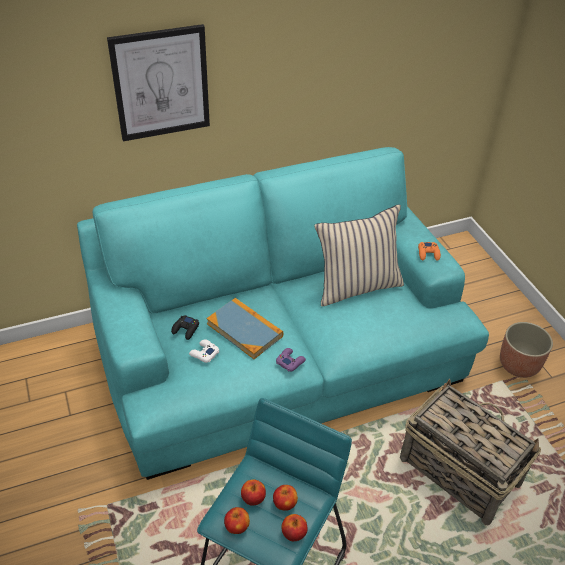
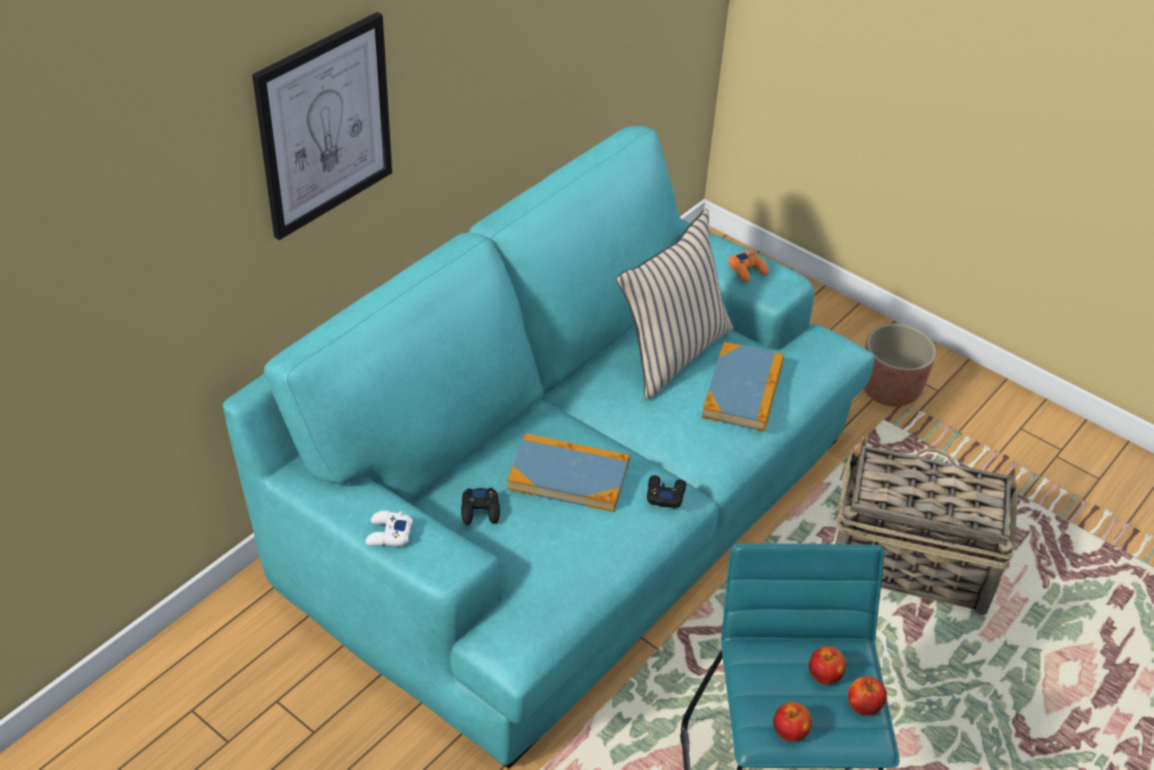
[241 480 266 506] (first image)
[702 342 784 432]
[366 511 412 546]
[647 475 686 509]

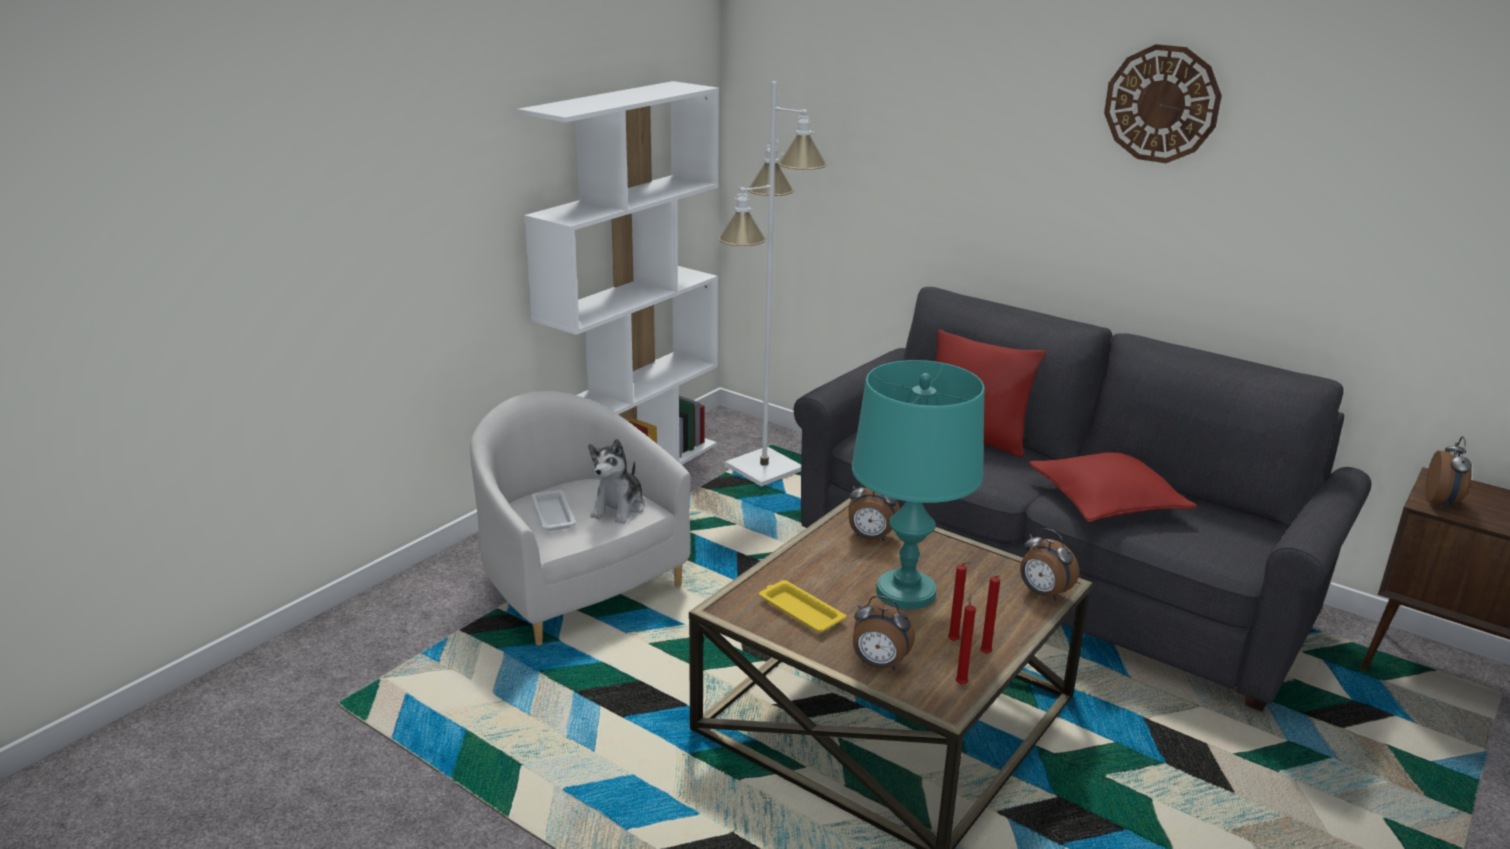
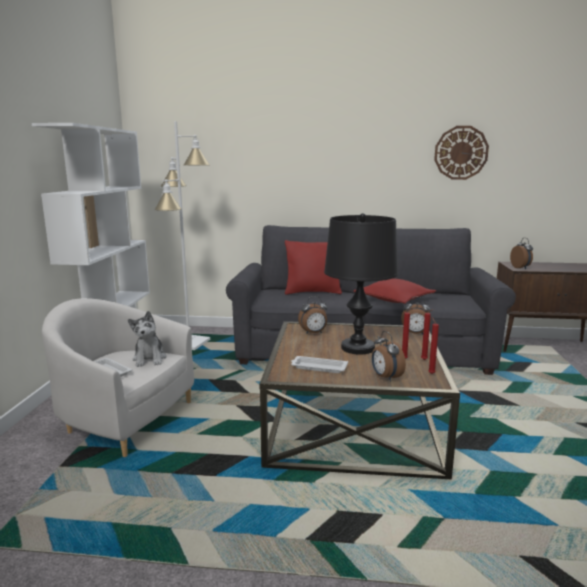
[434 126 489 180]
[291 356 348 373]
[324 213 398 355]
[372 331 406 382]

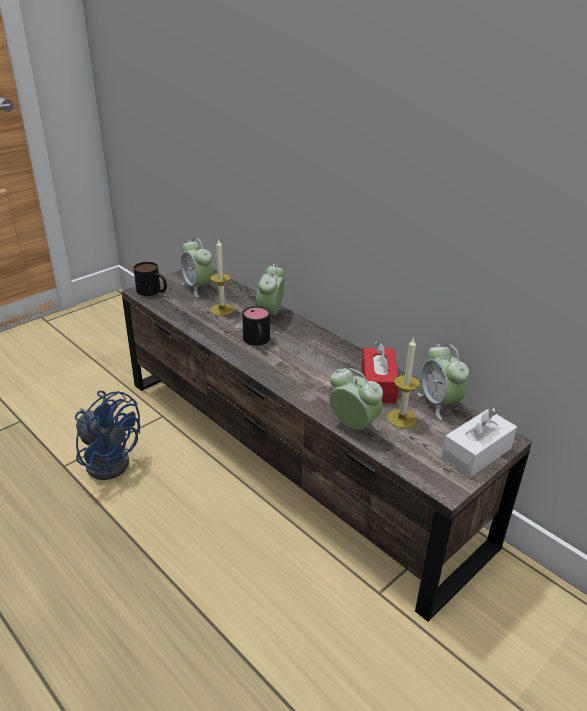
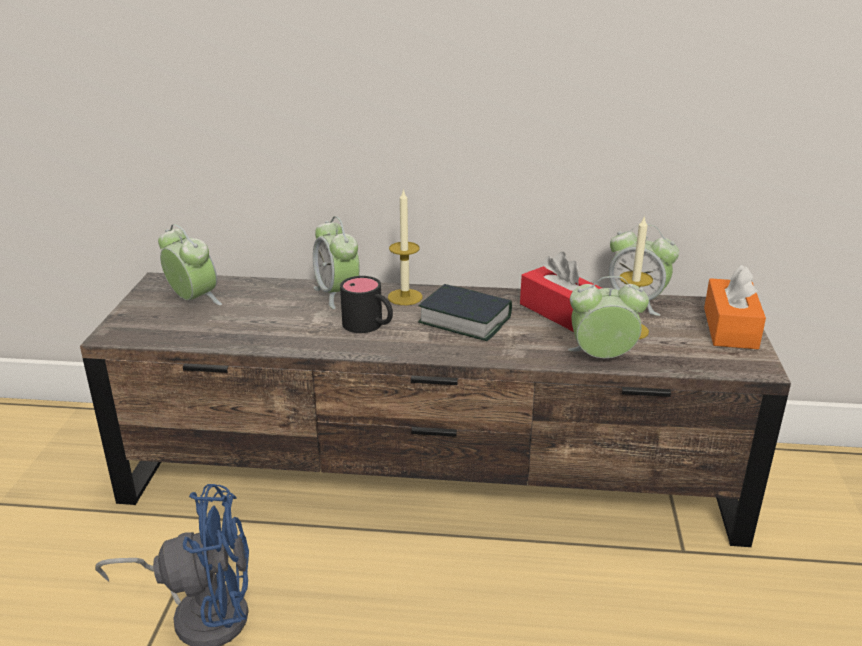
[134 262 167 296] (first image)
[418 284 512 341]
[388 188 423 305]
[704 265 766 349]
[158 224 222 305]

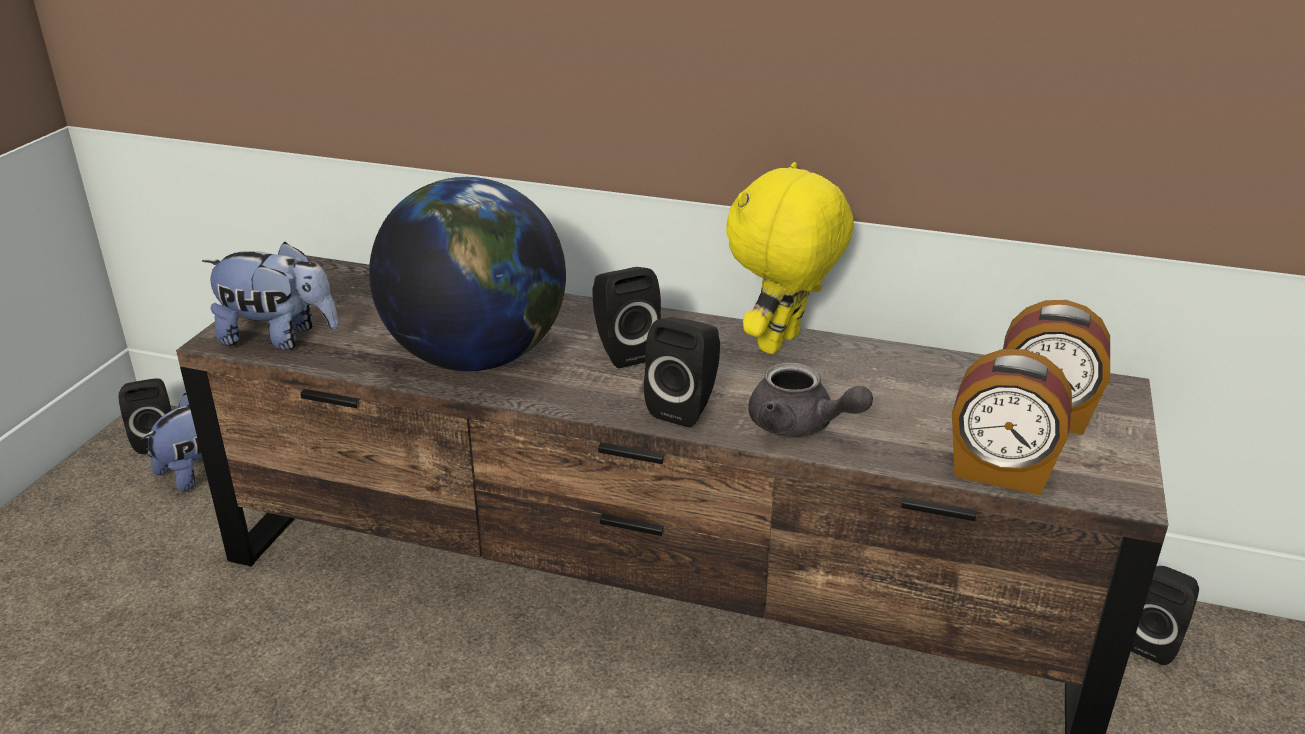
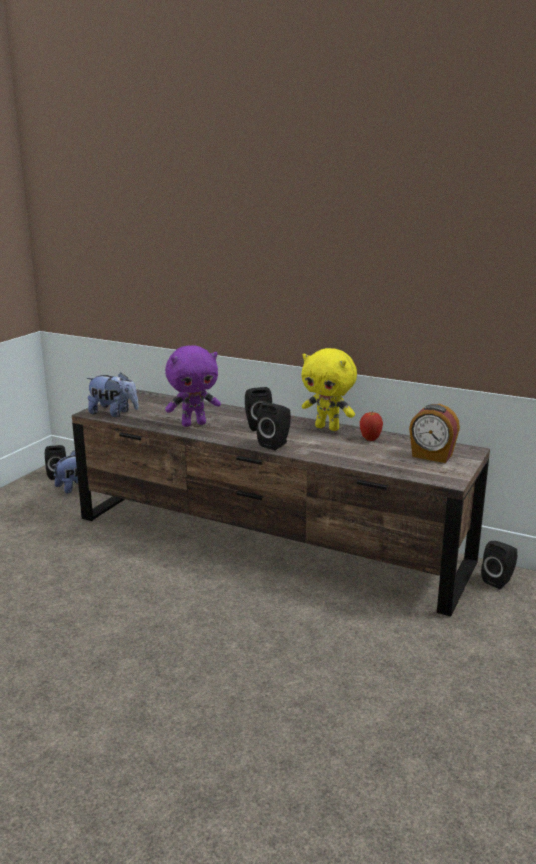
[748 362 873 437] (first image)
[952 349 1072 495] (first image)
[360 412 383 441]
[165 345 221 427]
[302 348 357 431]

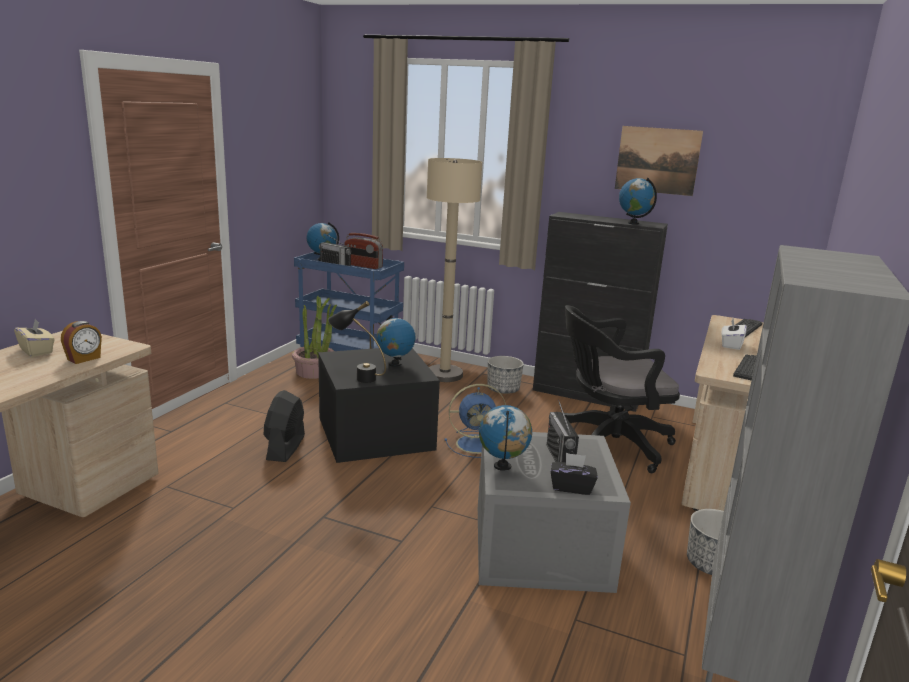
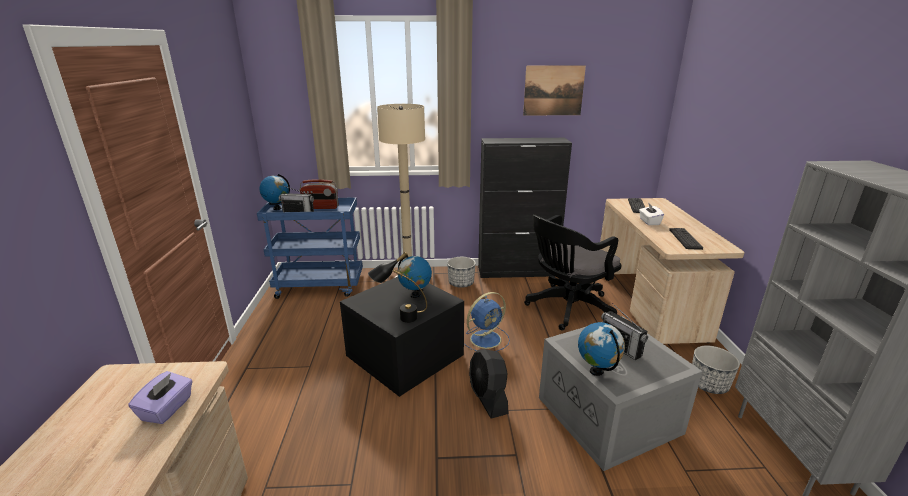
[14 319 55 357] (first image)
[292 296 337 379] (first image)
[551 453 598 495] (first image)
[619 178 657 225] (first image)
[469 349 508 419]
[128 371 193 424]

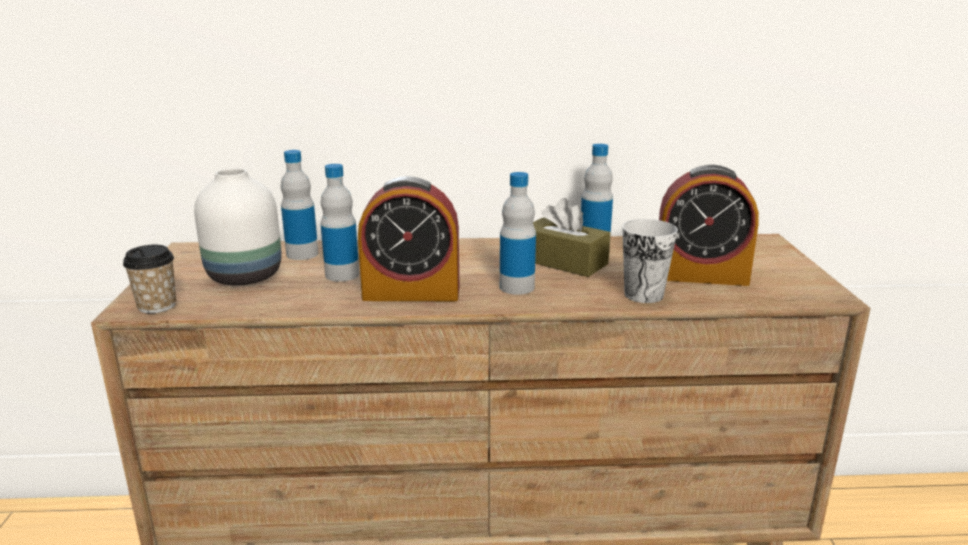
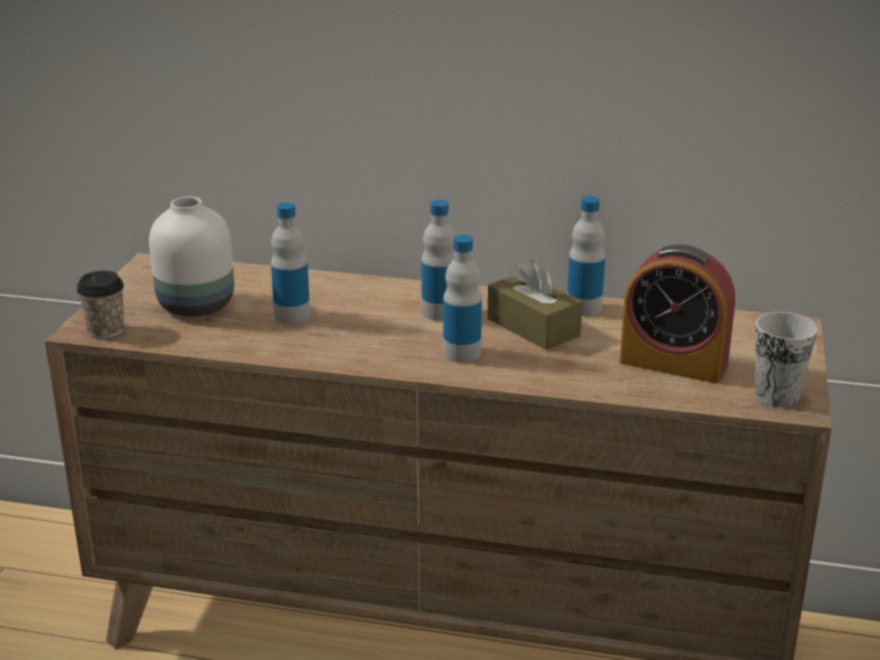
[358 176 459 301] (first image)
[421 200 455 321]
[755 312 818 407]

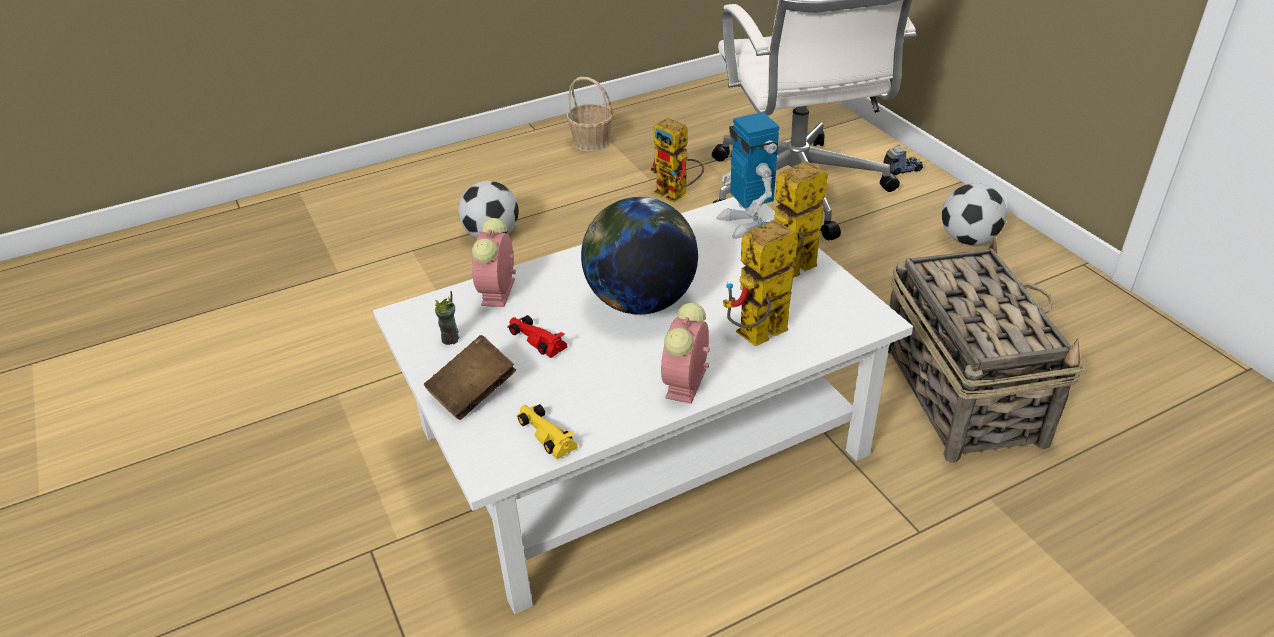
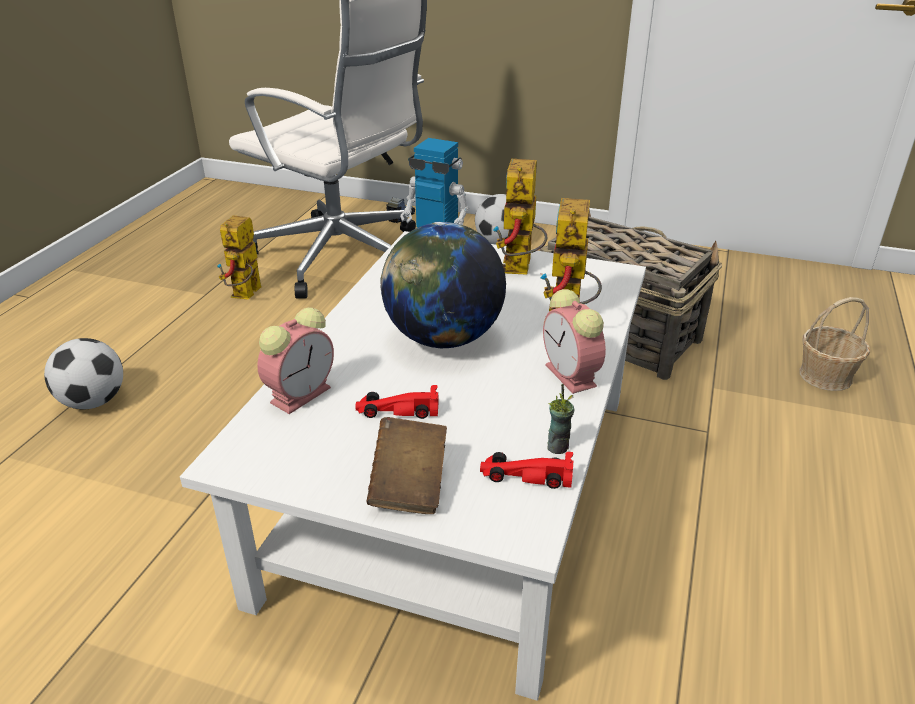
[547 384 574 454]
[799 297 870 391]
[480 452 573 489]
[257 307 334 414]
[217 215 262 300]

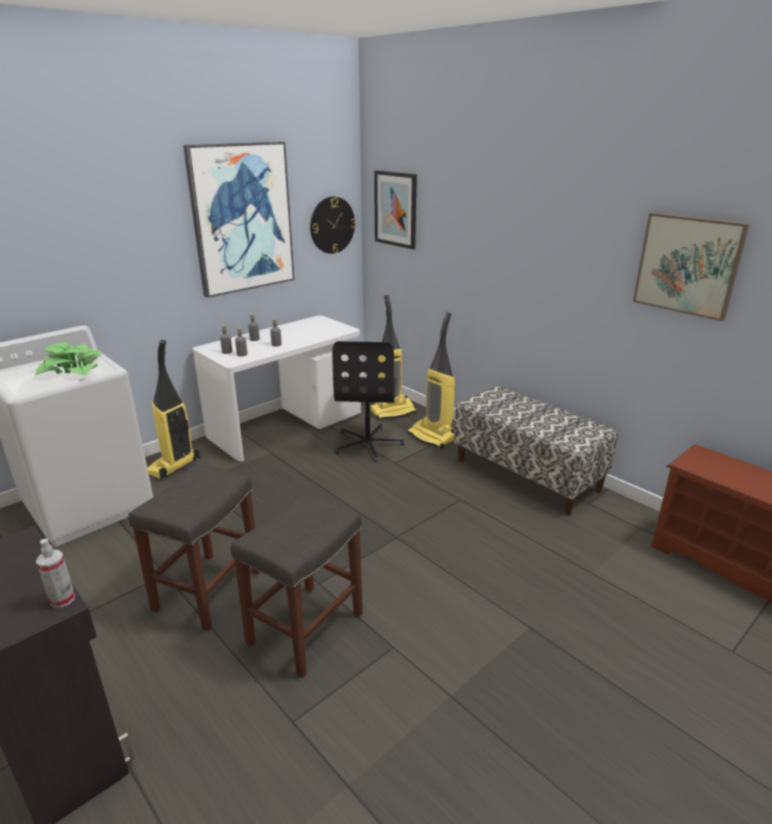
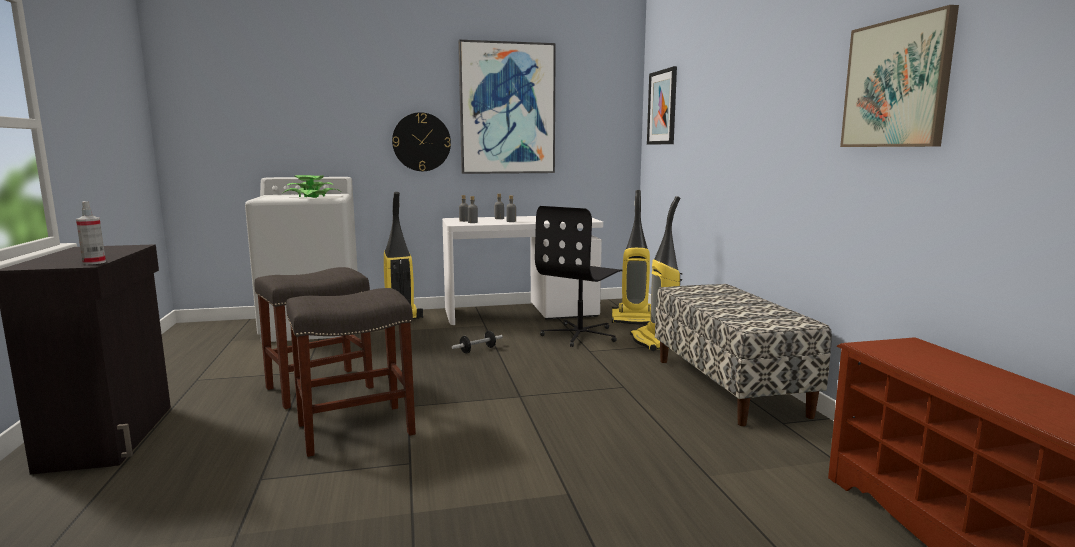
[452 331 503 354]
[392 112 451 171]

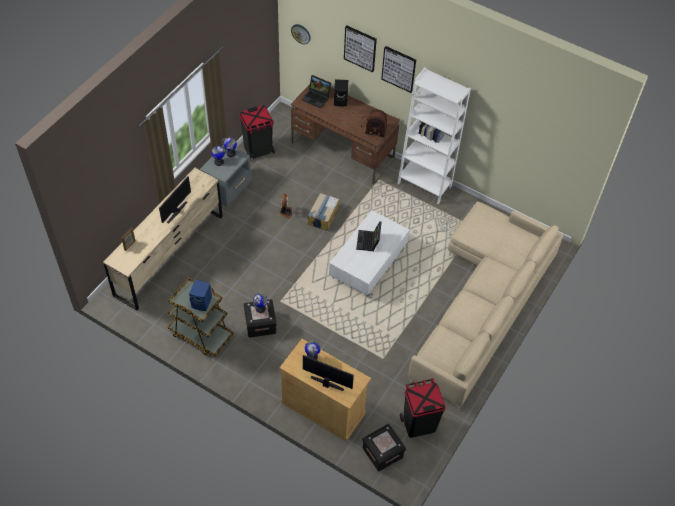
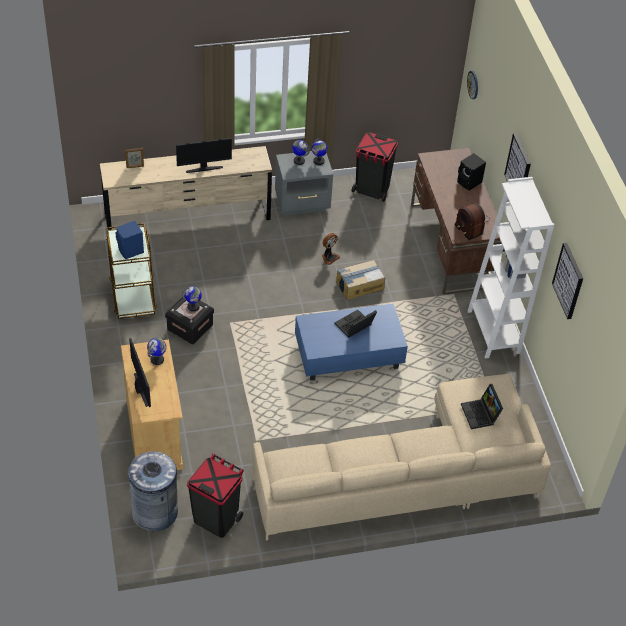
[461 384 503 429]
[552 243 583 319]
[128 451 178 531]
[295 303 408 381]

